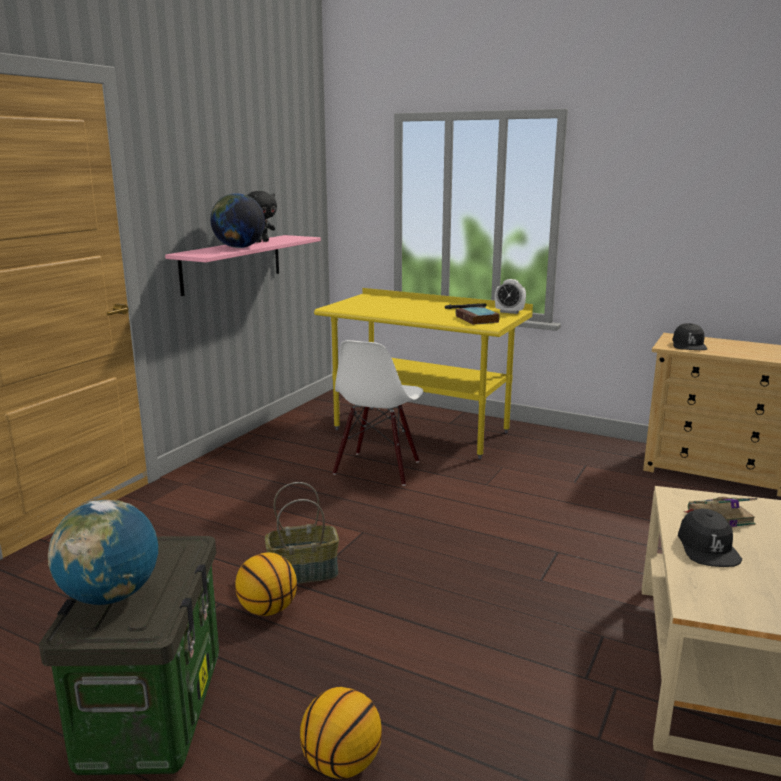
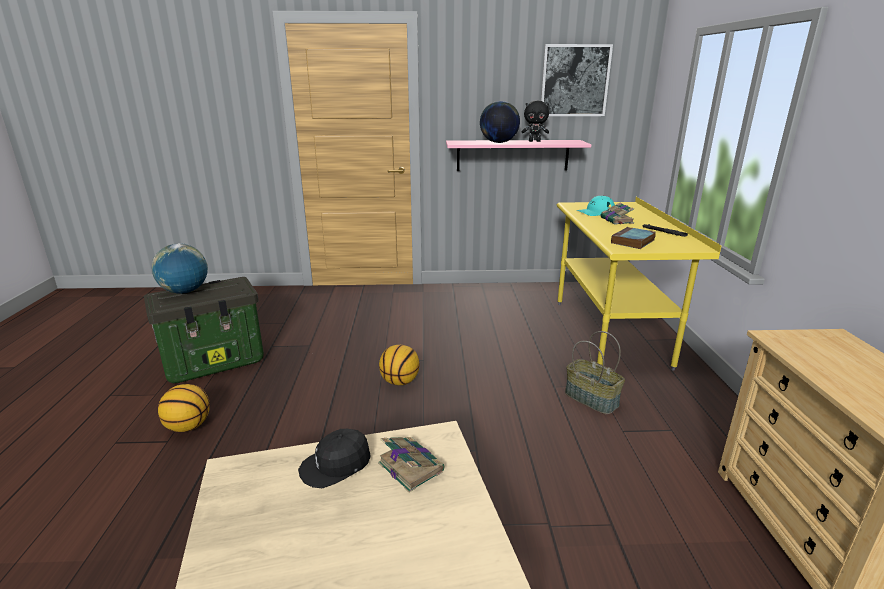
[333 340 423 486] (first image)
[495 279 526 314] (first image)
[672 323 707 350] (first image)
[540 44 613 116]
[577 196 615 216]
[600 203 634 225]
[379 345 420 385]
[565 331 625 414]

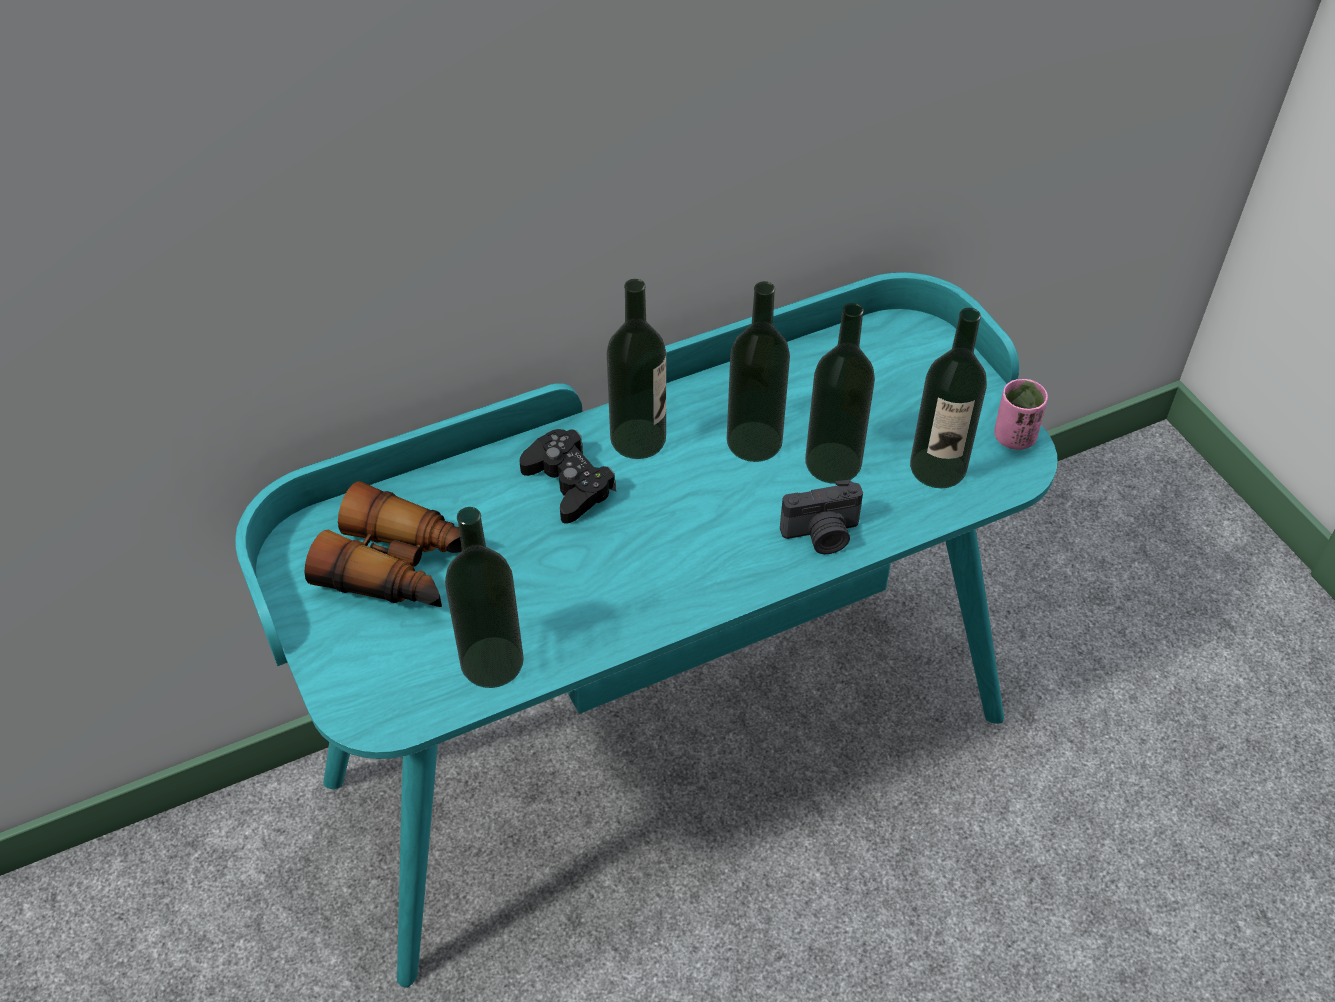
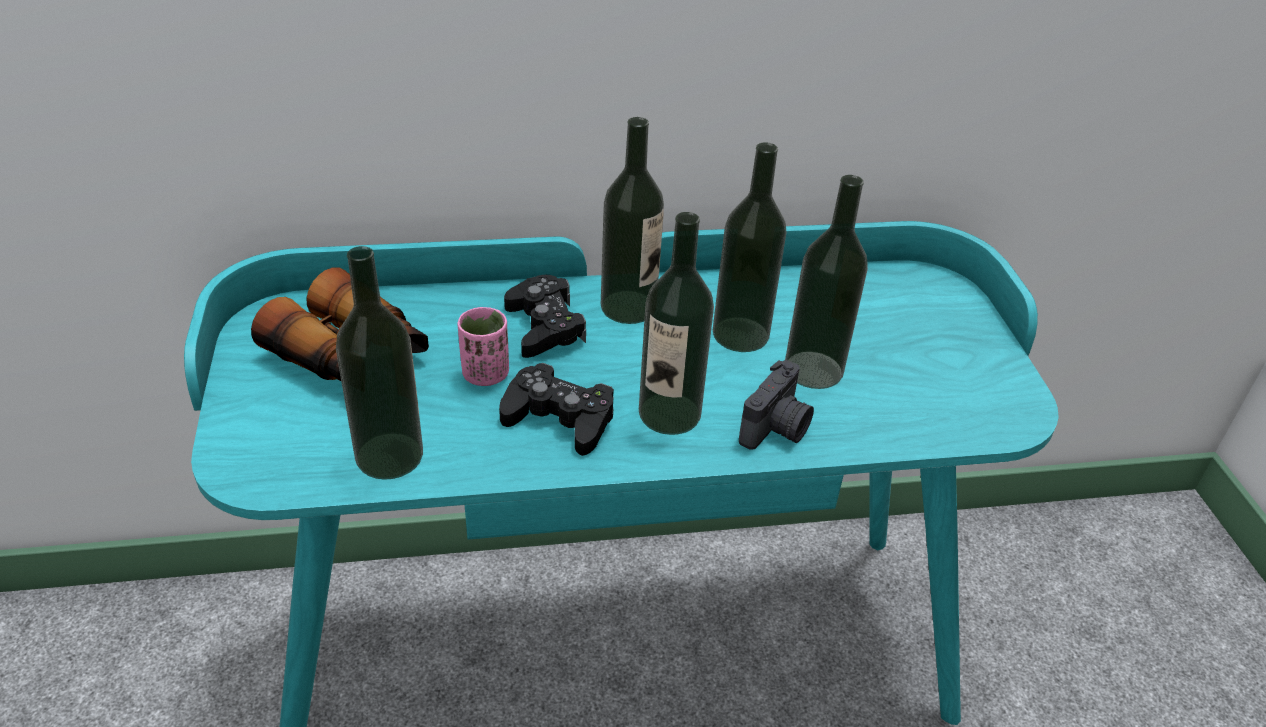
[499 363 614 456]
[639 212 714 435]
[458 307 509 386]
[739 360 814 450]

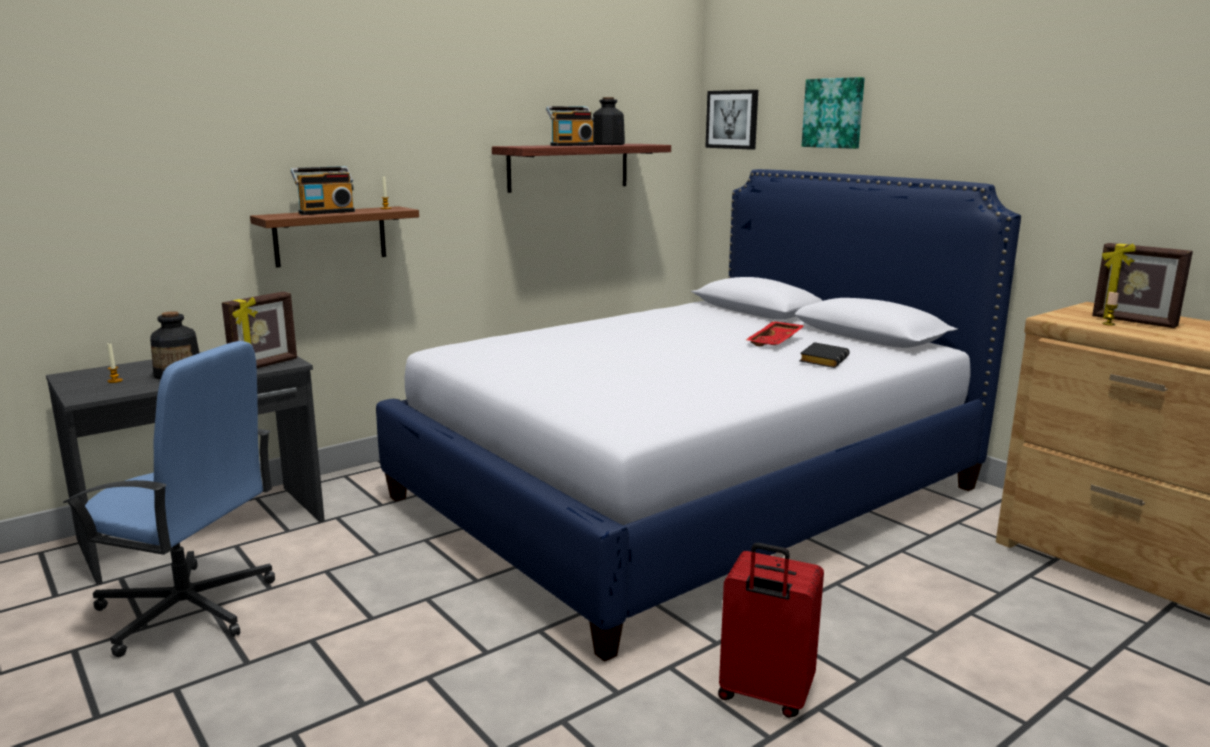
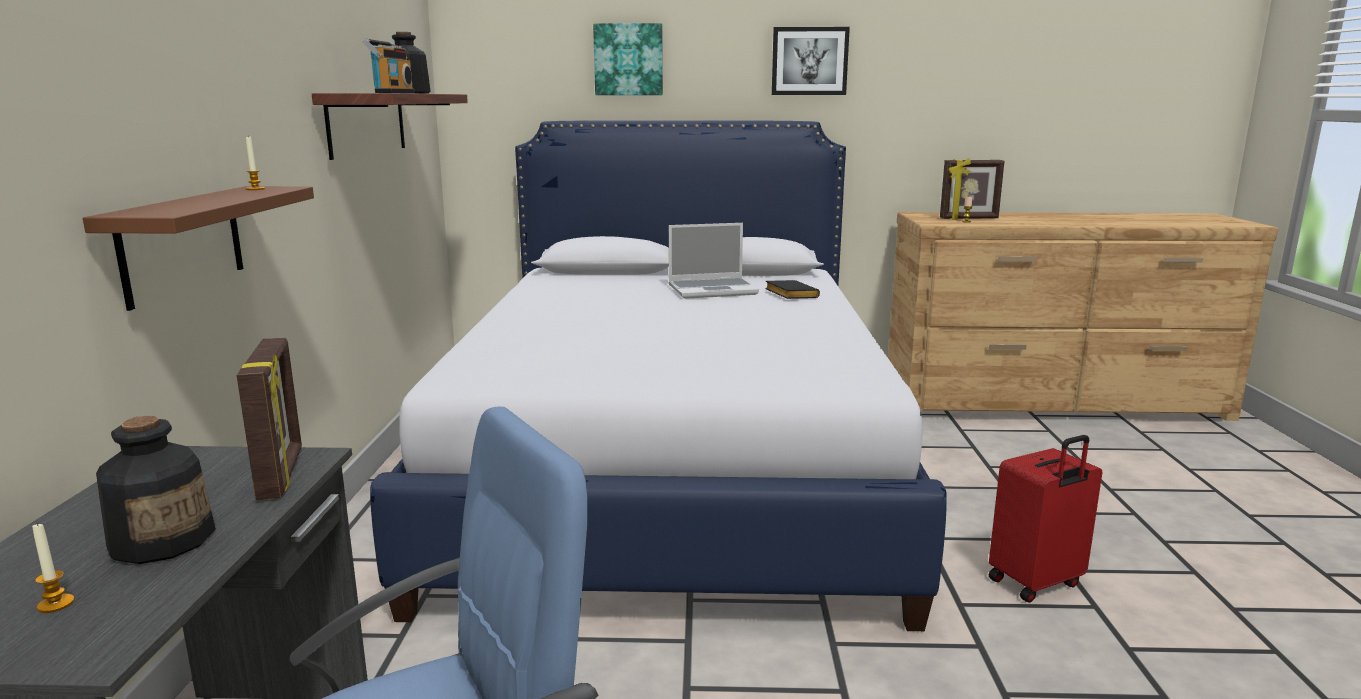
[291 166 355 215] (first image)
[772 27 850 95]
[669 223 759 299]

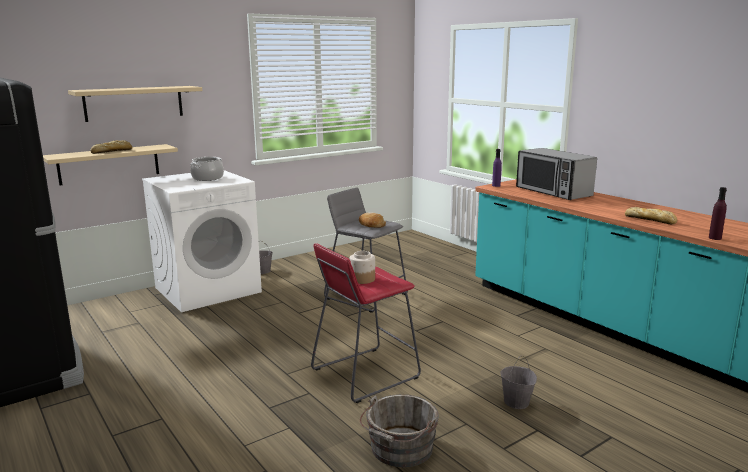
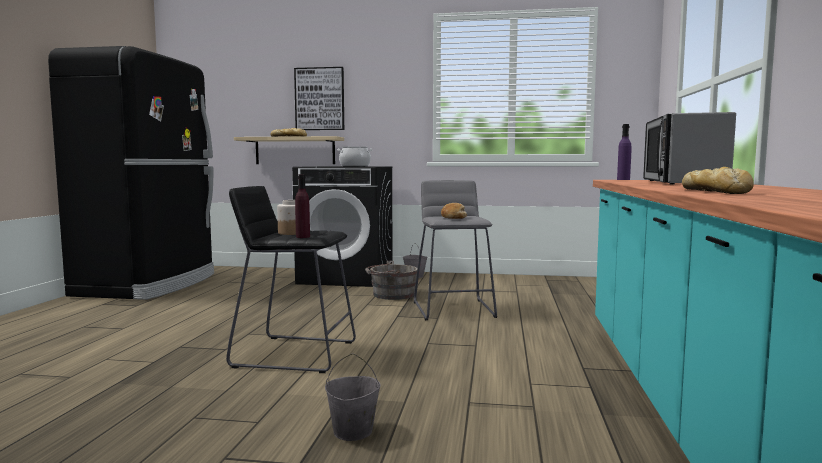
[365 261 417 300]
[295 174 310 238]
[294 67 344 130]
[292 166 393 287]
[226 186 356 373]

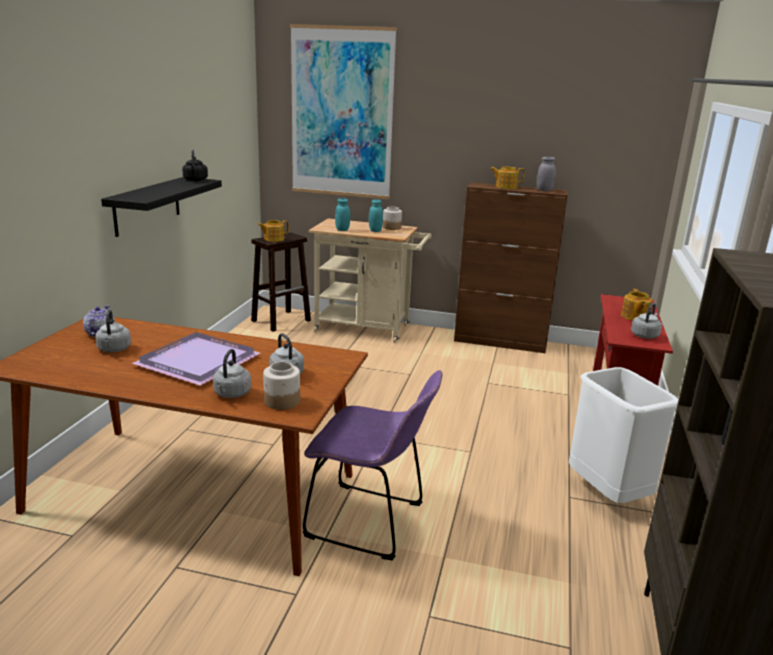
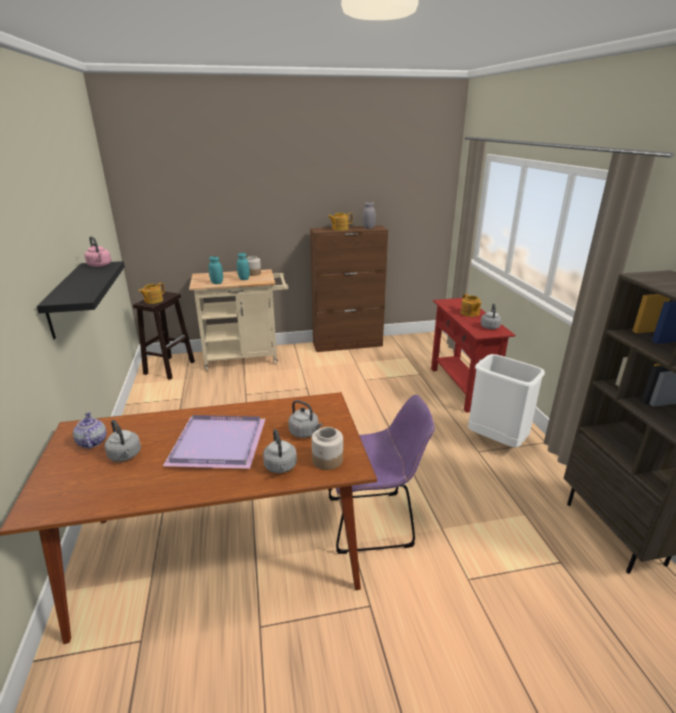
[290 24 397 199] (first image)
[84 236 111 267]

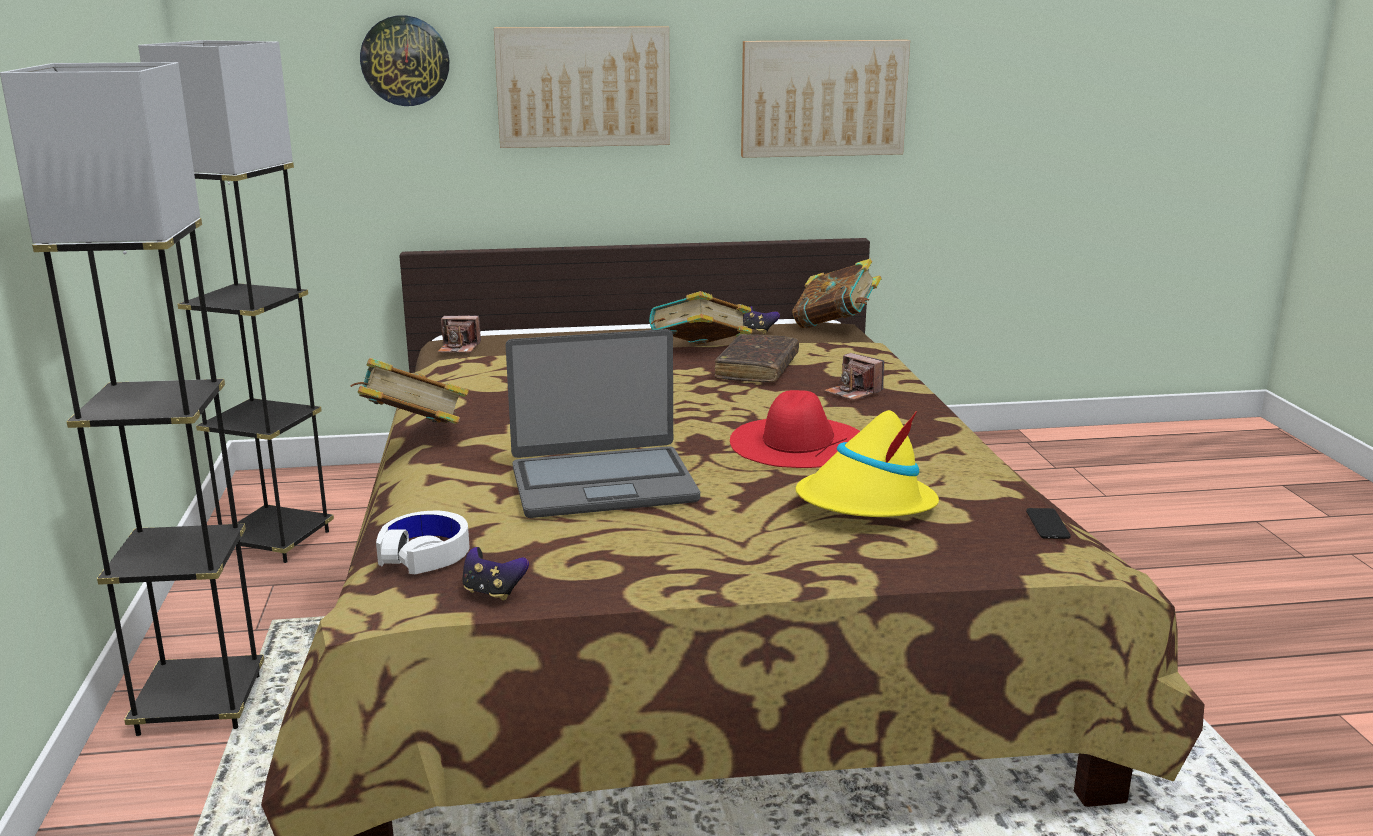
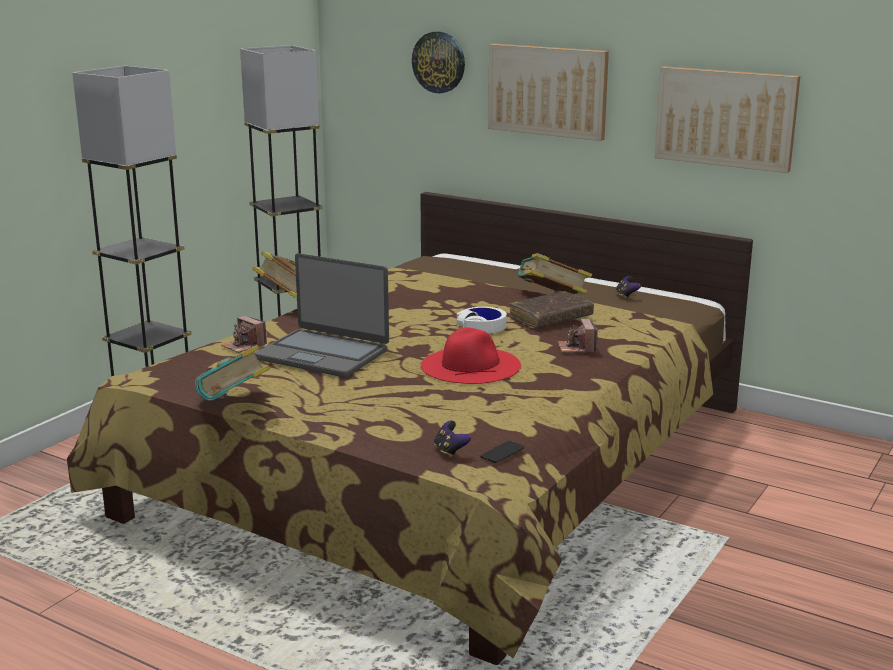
[796 410 939 517] (first image)
[457 307 507 334]
[221 315 267 353]
[434 420 471 457]
[195 345 270 401]

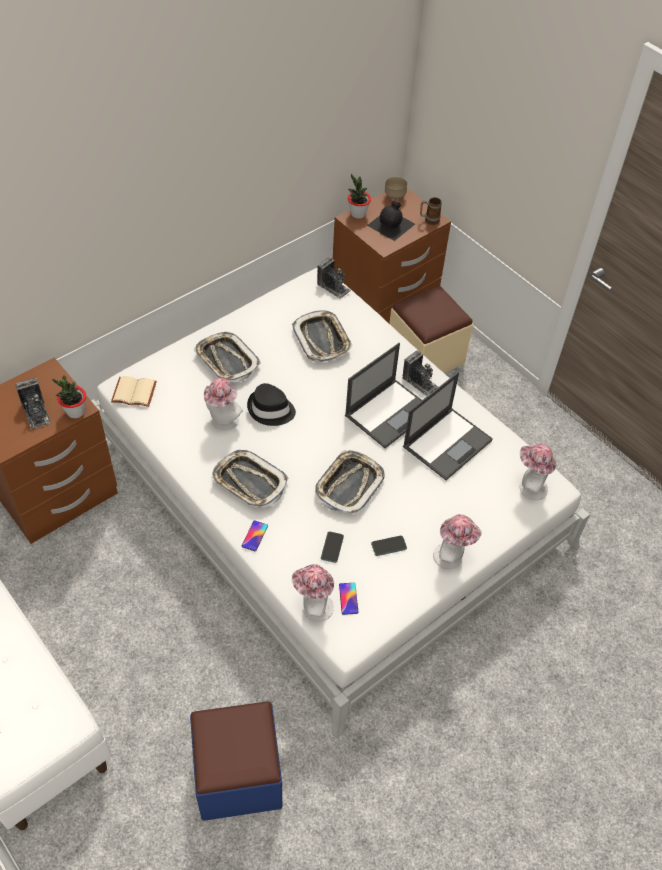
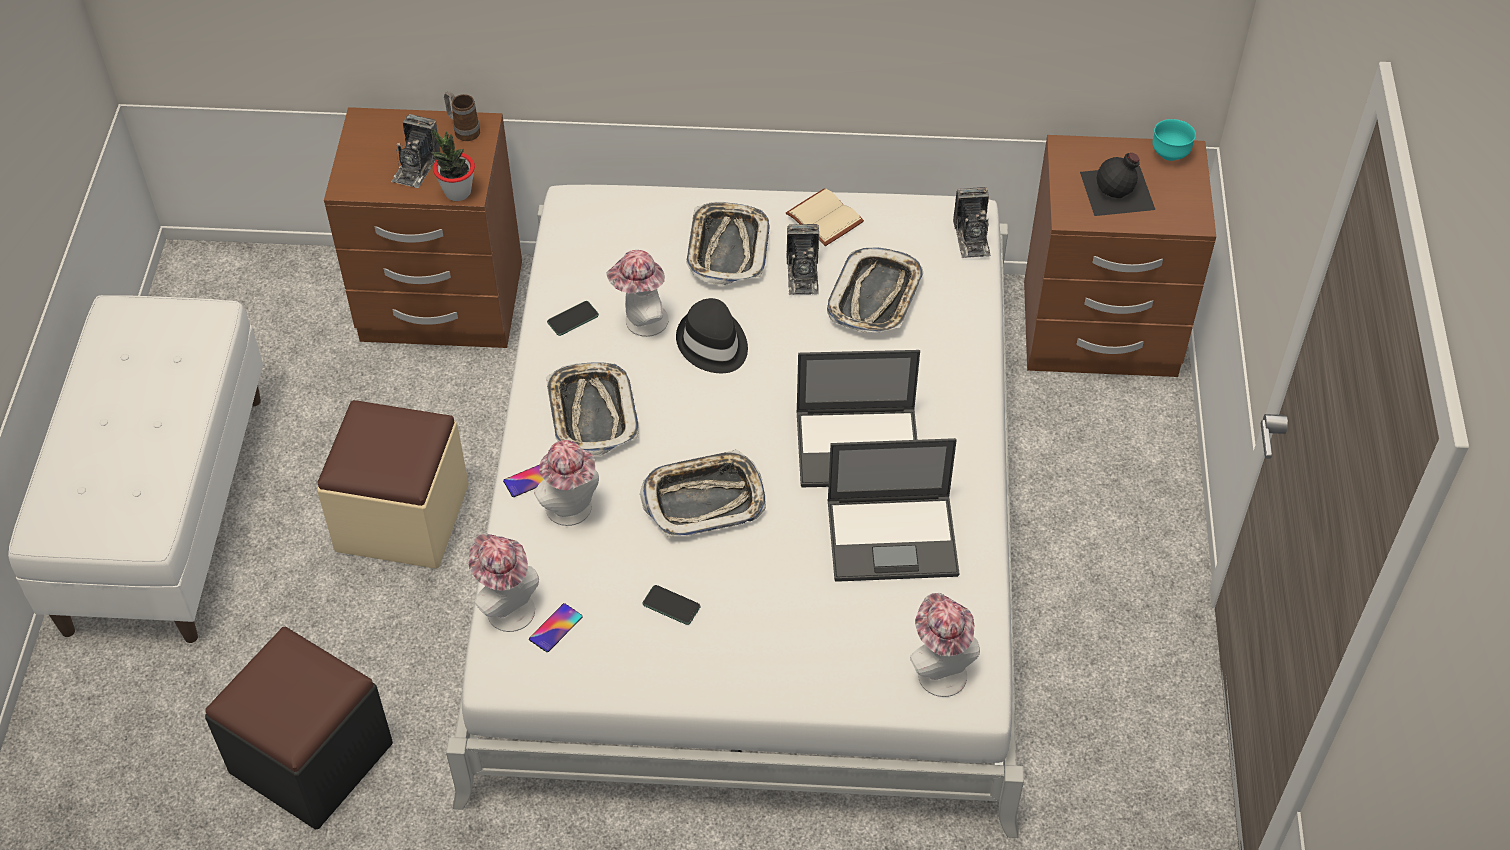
[348 174 371 219] (first image)
[786 188 864 246]
[547 301 599 336]
[317 400 469 569]
[787 224 819 295]
[444 92 480 141]
[534 440 599 526]
[205 627 393 830]
[1152 119 1196 161]

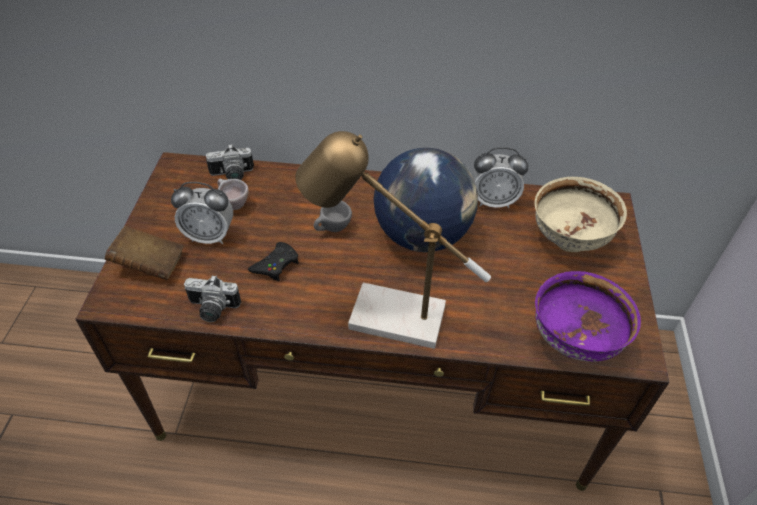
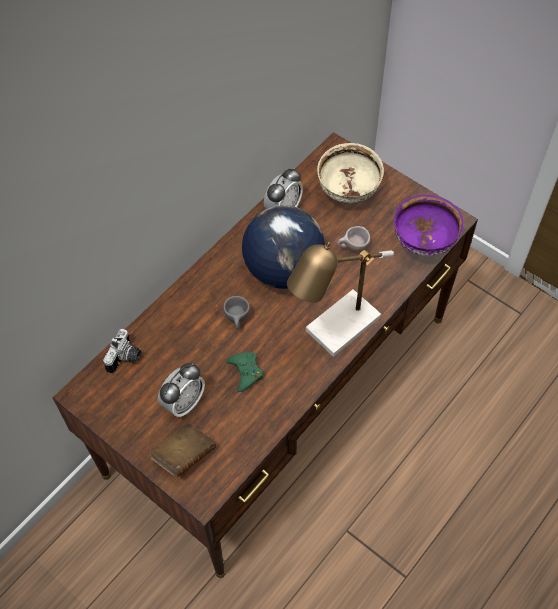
[184 275 241 322] (first image)
[337 226 370 252]
[226 352 263 392]

